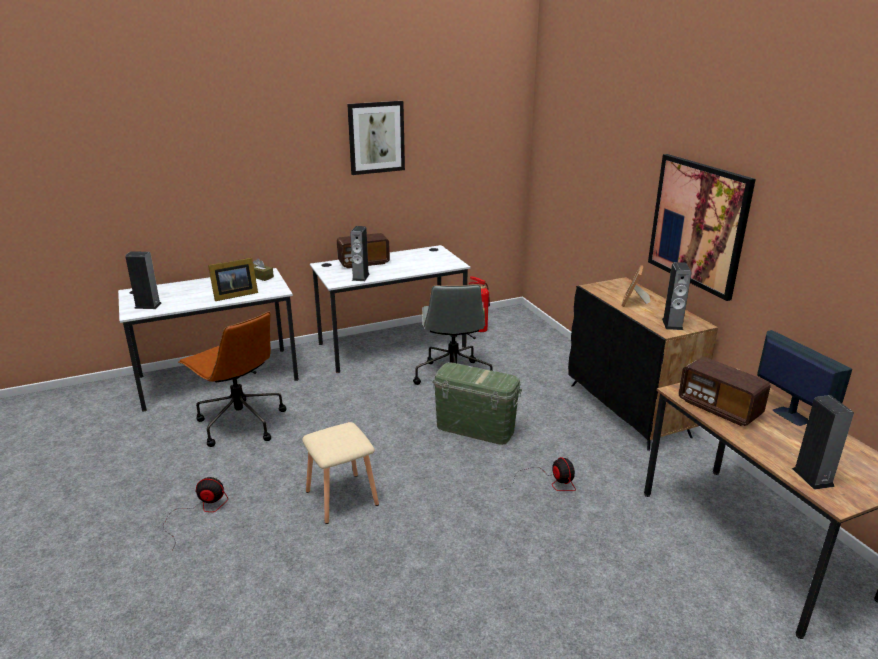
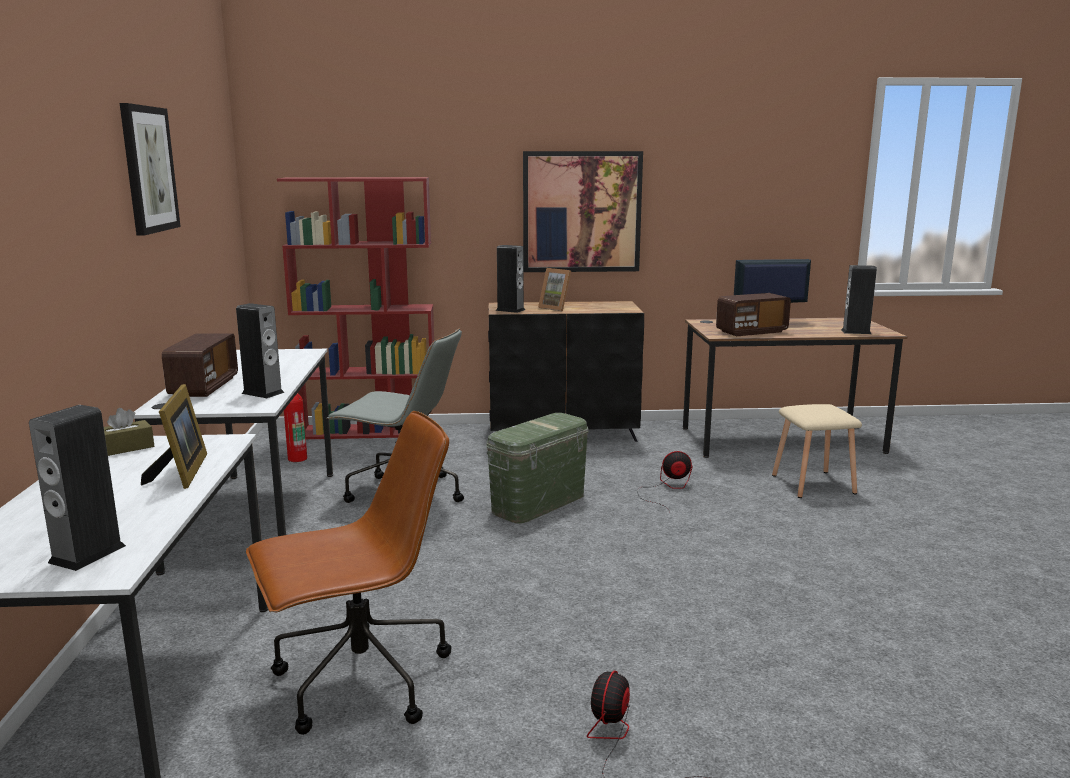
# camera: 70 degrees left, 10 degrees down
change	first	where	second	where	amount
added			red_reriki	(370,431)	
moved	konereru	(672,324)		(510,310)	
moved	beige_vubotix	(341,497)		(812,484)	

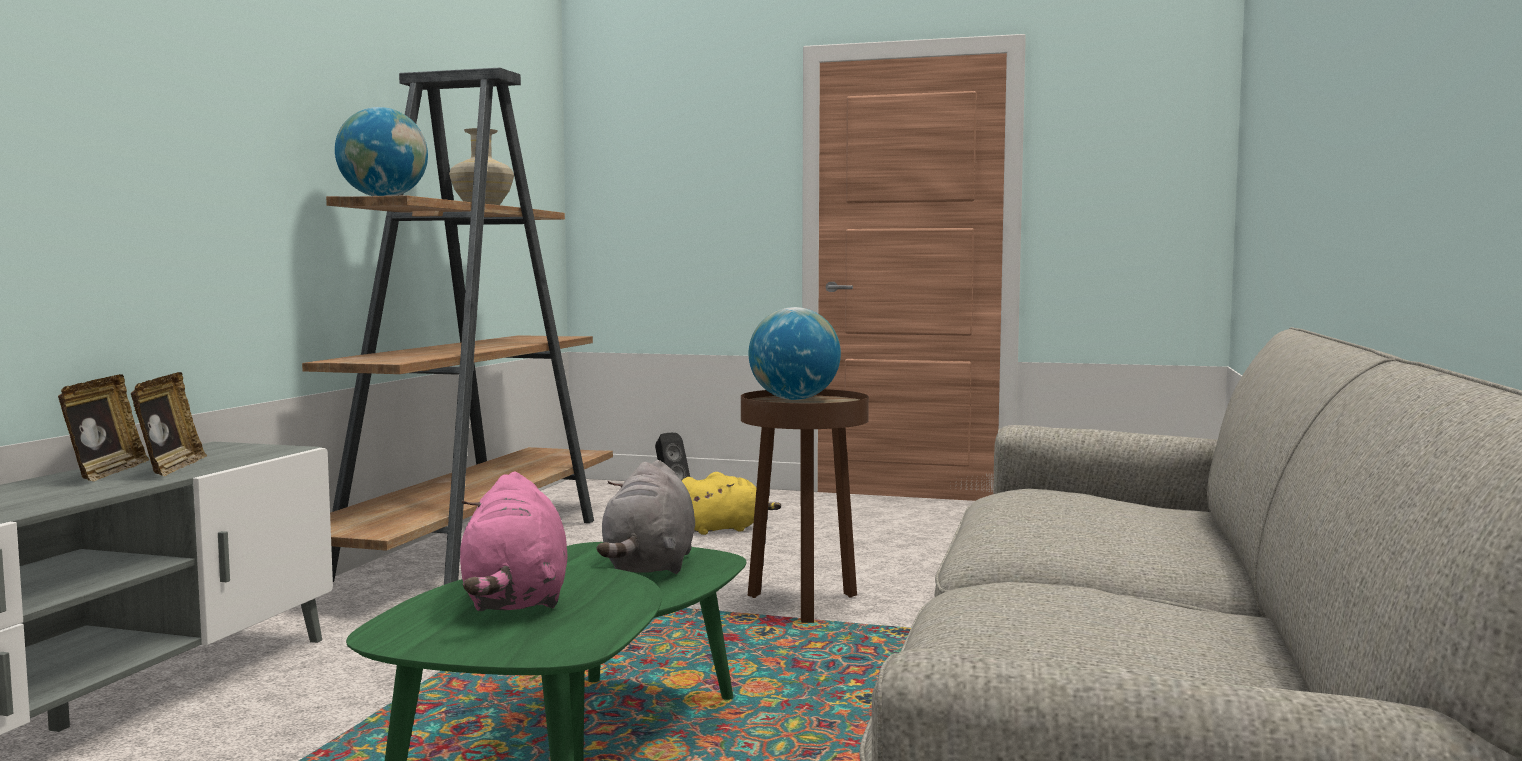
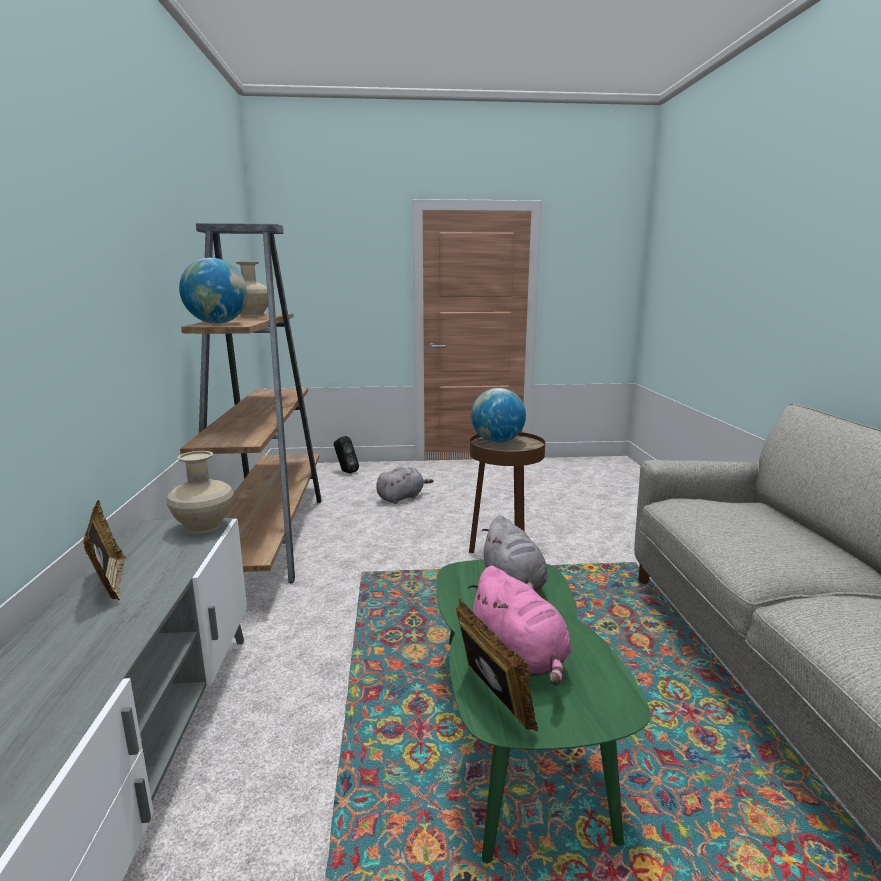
# camera: 20 degrees left, 10 degrees up
change	first	where	second	where	amount
added			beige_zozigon	(203,526)	
recoloured	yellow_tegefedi	(722,529)	grey_tegefedi	(402,497)	
moved	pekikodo	(170,468)		(491,701)	

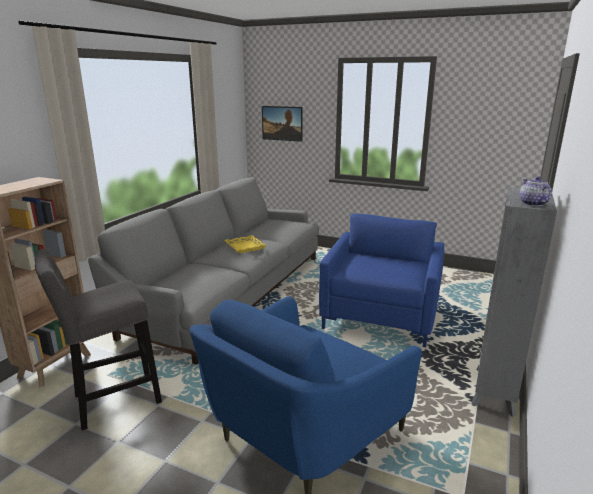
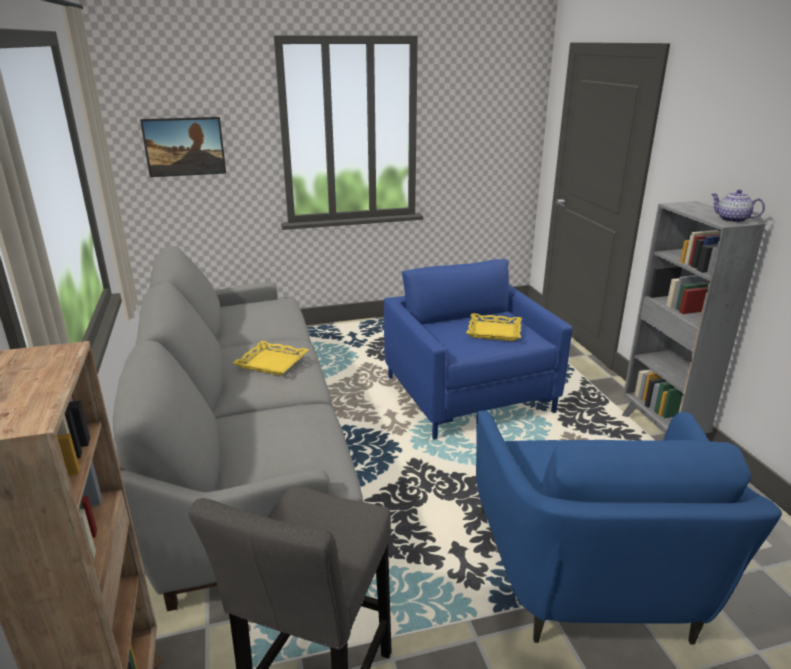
# camera: 40 degrees left, 5 degrees up
change	first	where	second	where	amount
added			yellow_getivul	(494,331)	

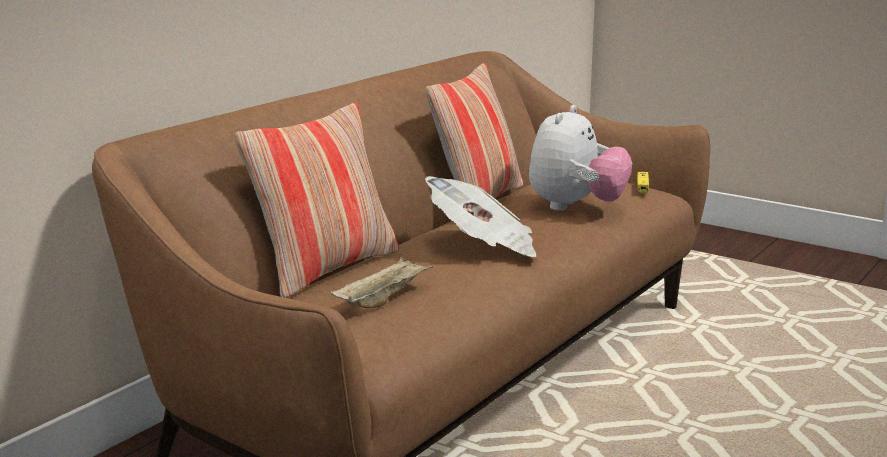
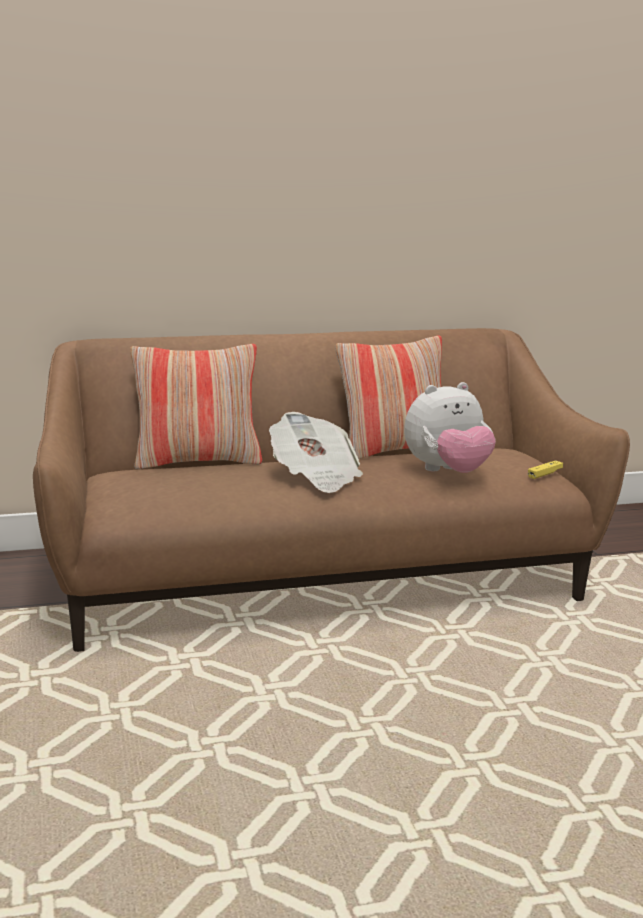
# camera: 40 degrees right, 0 degrees up
change	first	where	second	where	amount
removed	beige_getivul	(383,299)			

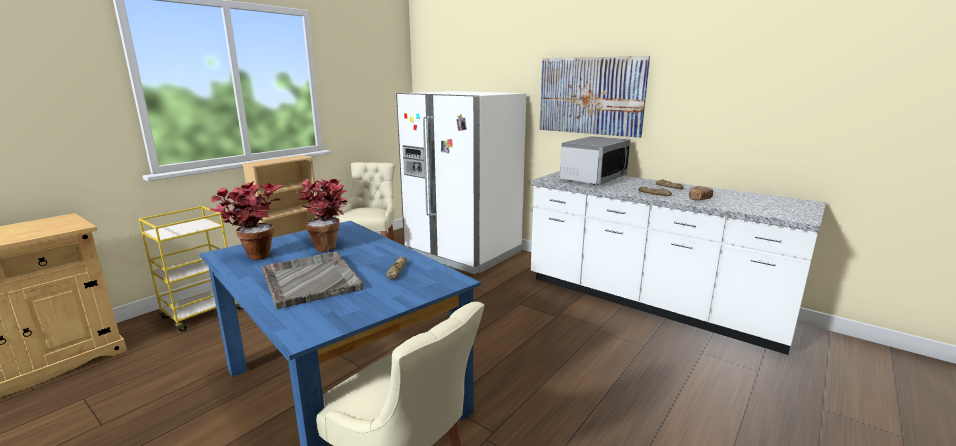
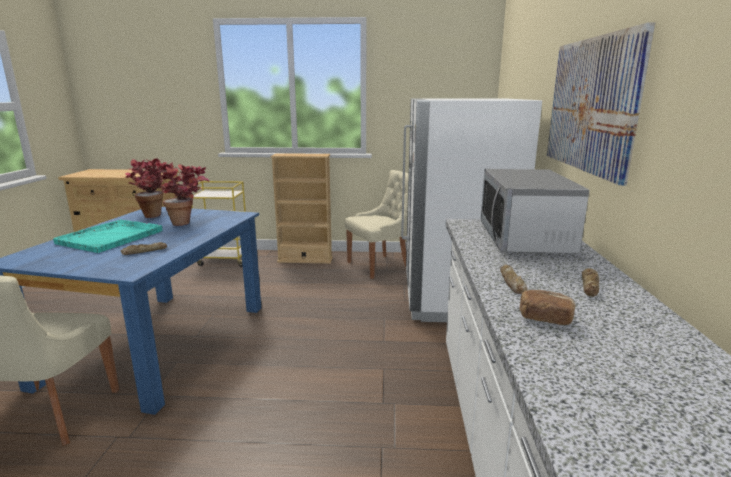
# camera: 55 degrees right, 0 degrees up
change	first	where	second	where	amount
recoloured	grey_getivul	(310,280)	turquoise_getivul	(112,237)	
turned	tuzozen	(593,178)		(525,239)	90 degrees clockwise

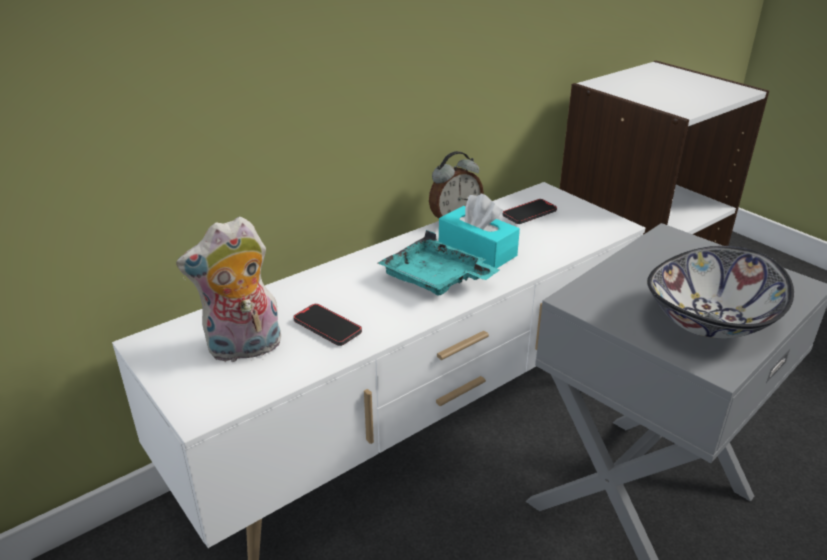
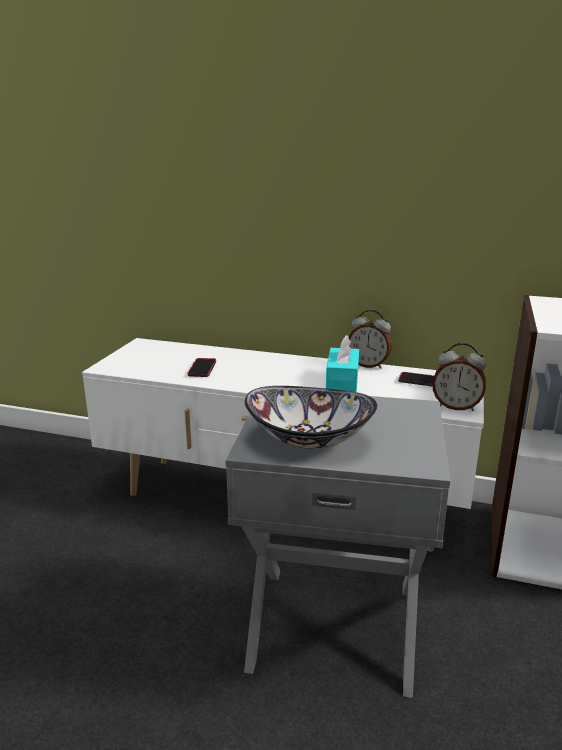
# camera: 55 degrees right, 10 degrees down
change	first	where	second	where	amount
added			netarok	(456,407)	
removed	tegefedi	(244,349)			
removed	turquoise_getivul	(436,279)			

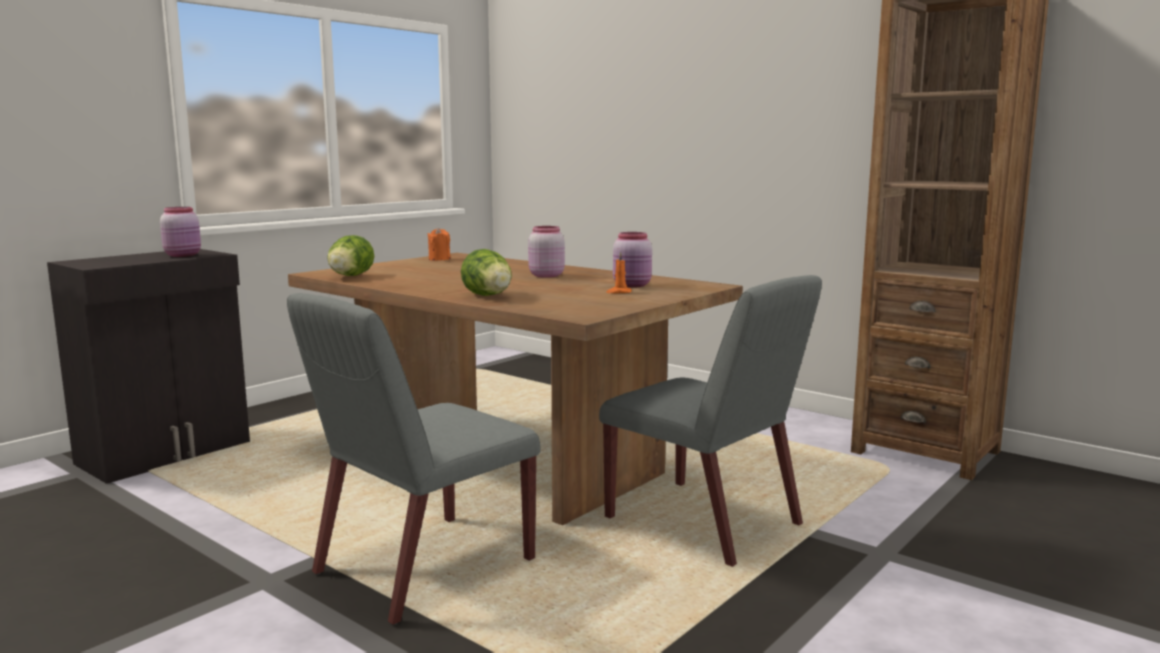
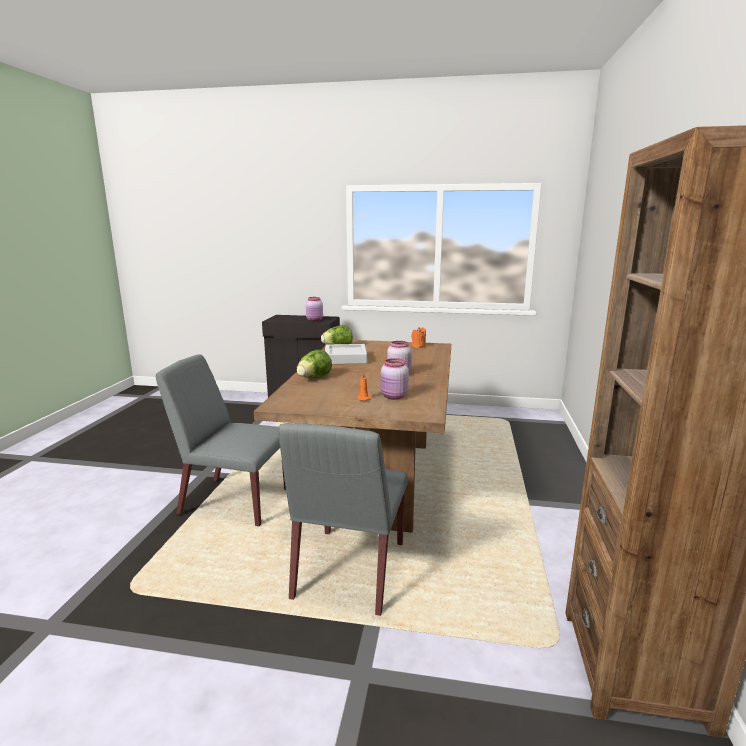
# camera: 60 degrees right, 5 degrees up
change	first	where	second	where	amount
added			grey_getivul	(345,358)	

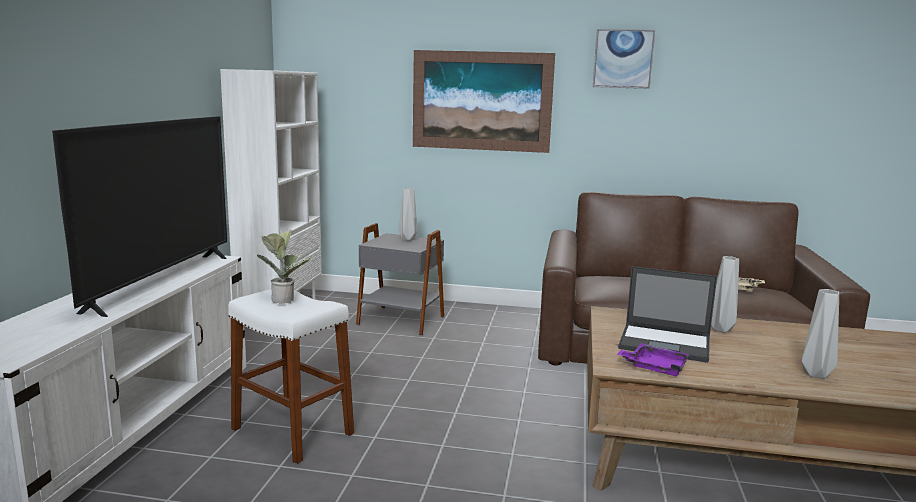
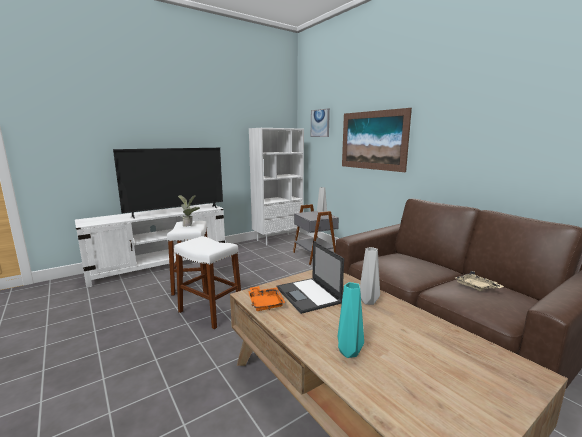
# camera: 45 degrees right, 0 degrees up
change	first	where	second	where	amount
added			white_vubotix	(210,312)	
recoloured	purple_getivul	(654,367)	orange_getivul	(265,303)	
moved	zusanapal	(623,59)		(320,123)	
recoloured	grey_zozigon	(817,375)	turquoise_zozigon	(349,353)	

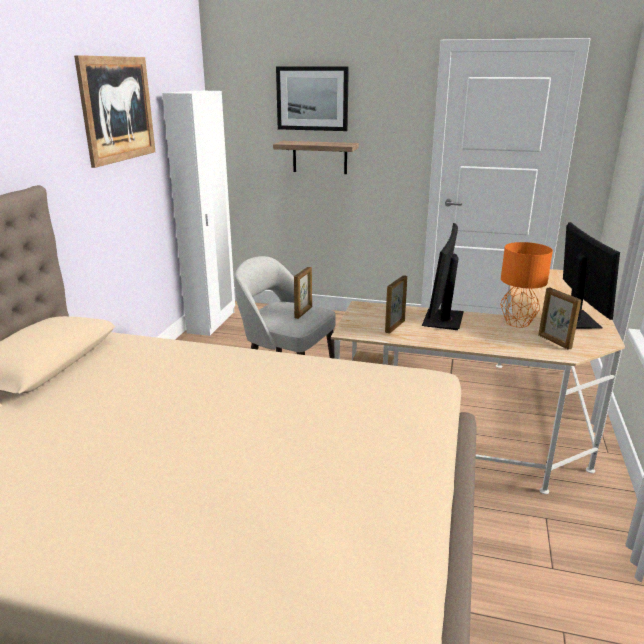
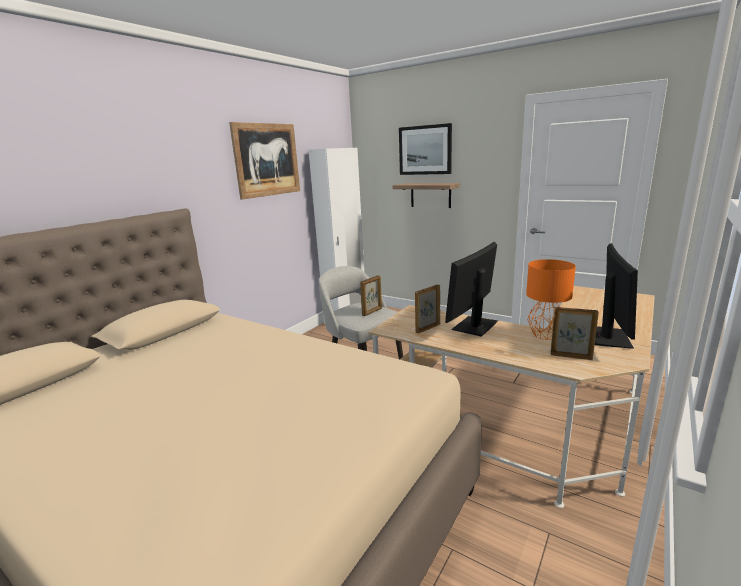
# camera: 20 degrees right, 5 degrees down
change	first	where	second	where	amount
turned	pekikodo	(554,342)		(570,356)	120 degrees clockwise

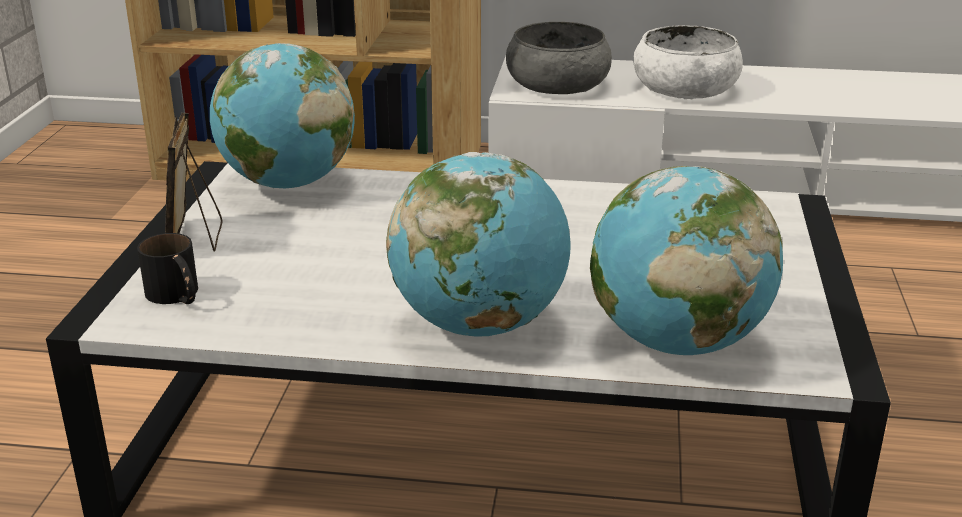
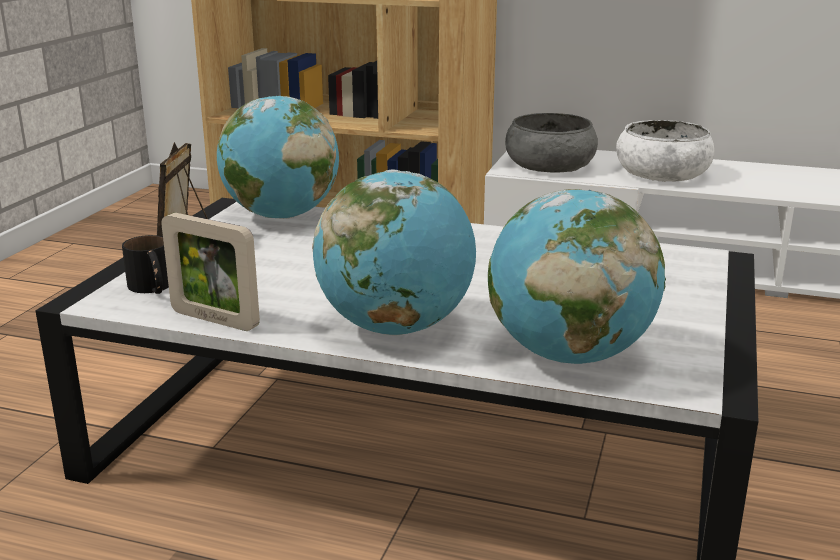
# camera: 10 degrees right, 5 degrees down
change	first	where	second	where	amount
added			pekikodo	(215,319)	

